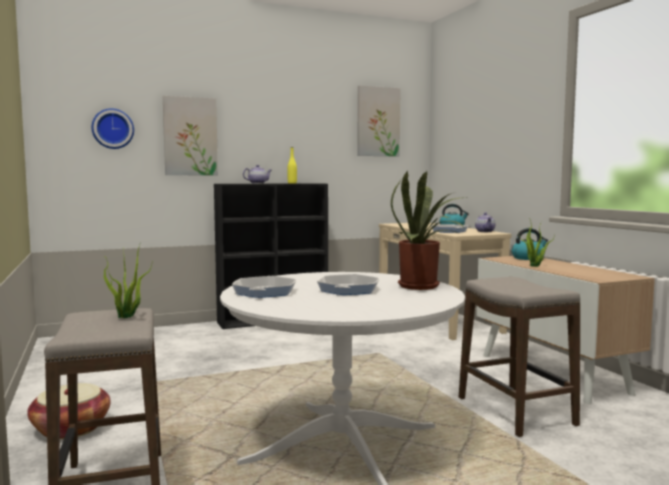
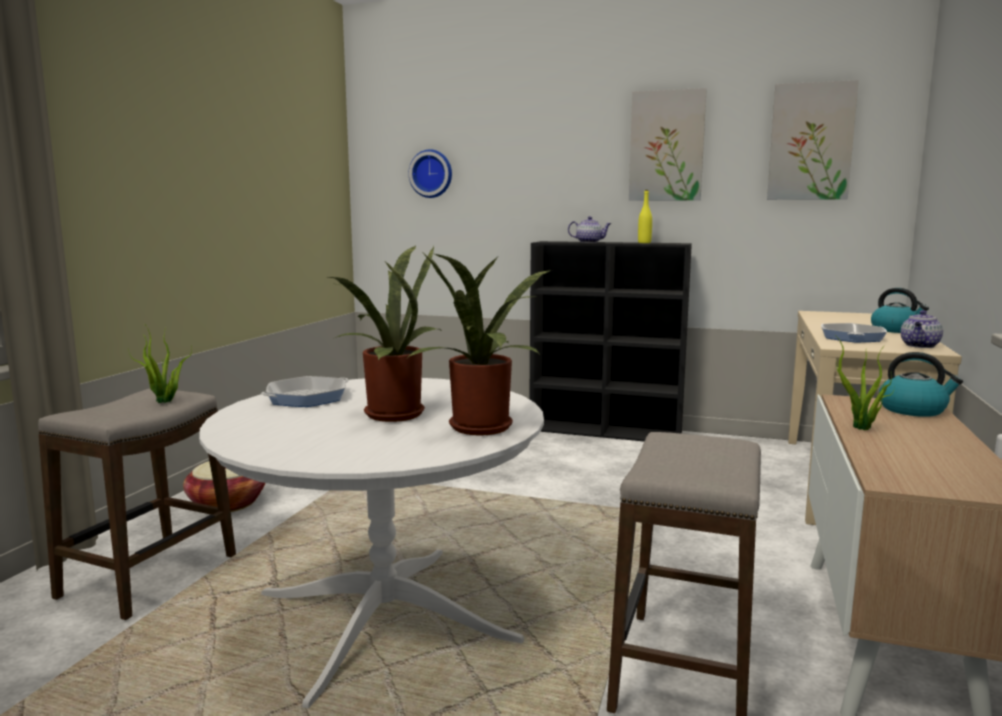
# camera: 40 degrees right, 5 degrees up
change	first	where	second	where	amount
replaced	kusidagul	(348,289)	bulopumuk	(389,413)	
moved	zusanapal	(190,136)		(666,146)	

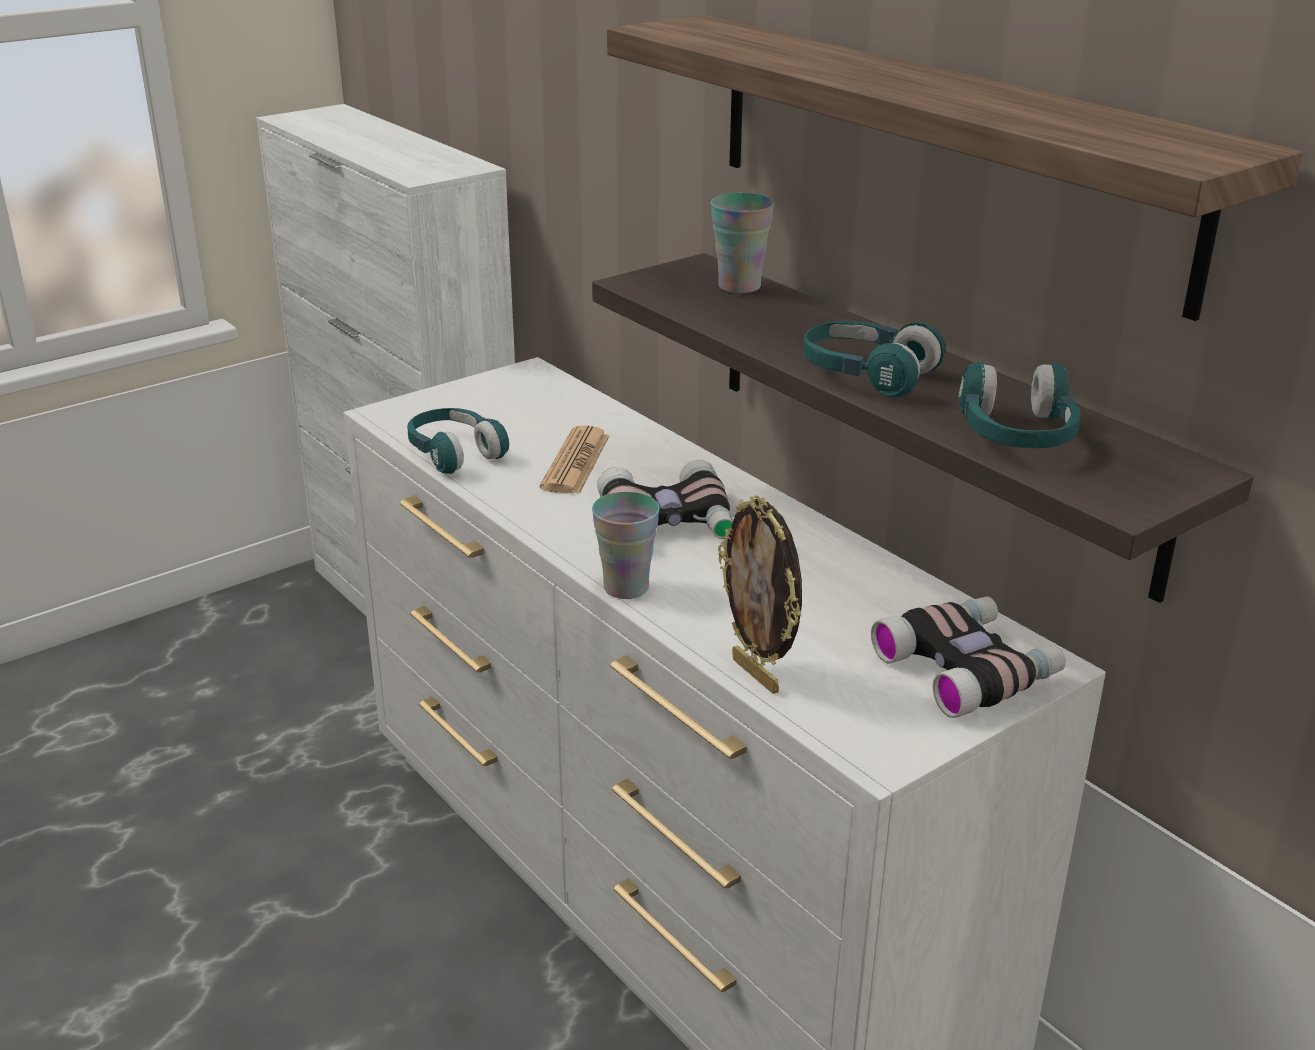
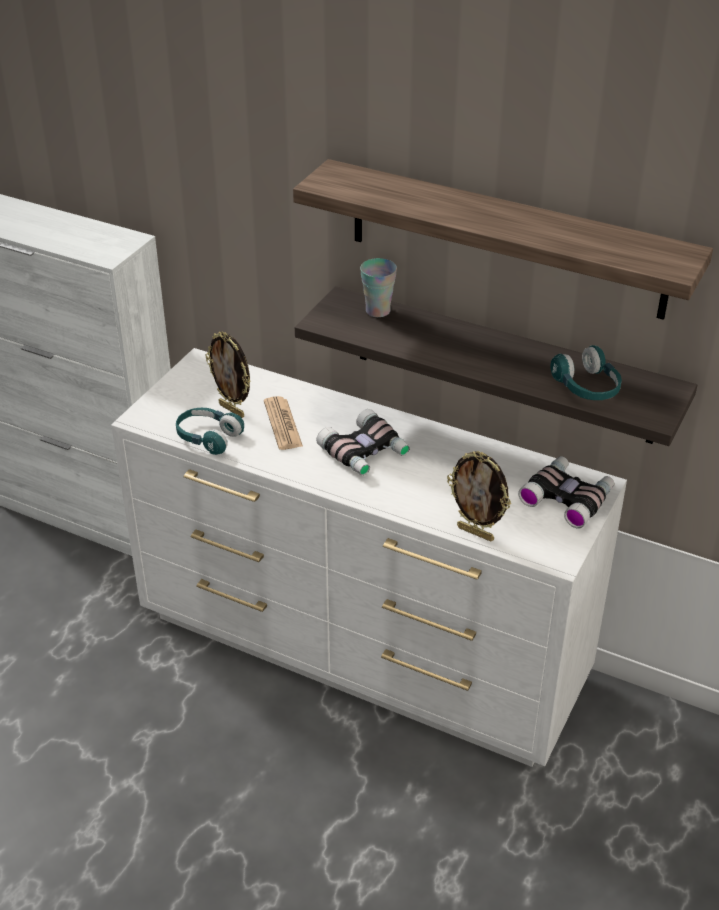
# camera: 25 degrees left, 10 degrees up
change	first	where	second	where	amount
added			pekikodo	(232,410)	
removed	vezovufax	(626,588)			
removed	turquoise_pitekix	(867,376)			

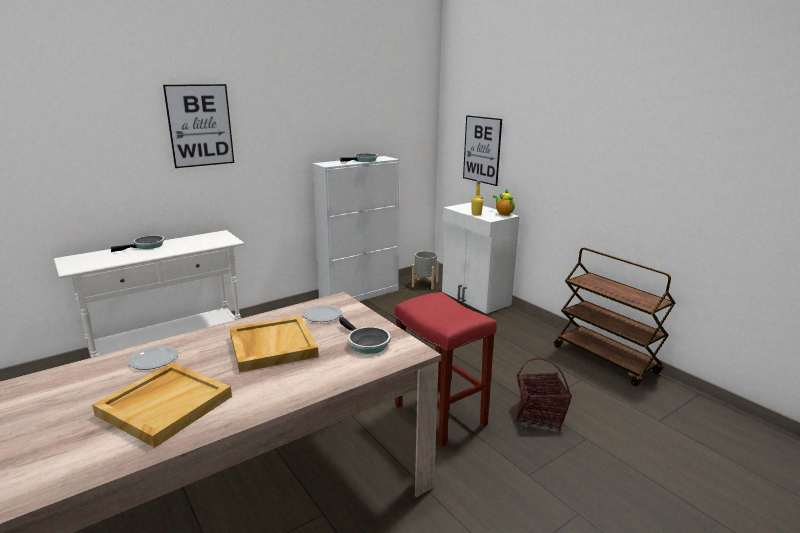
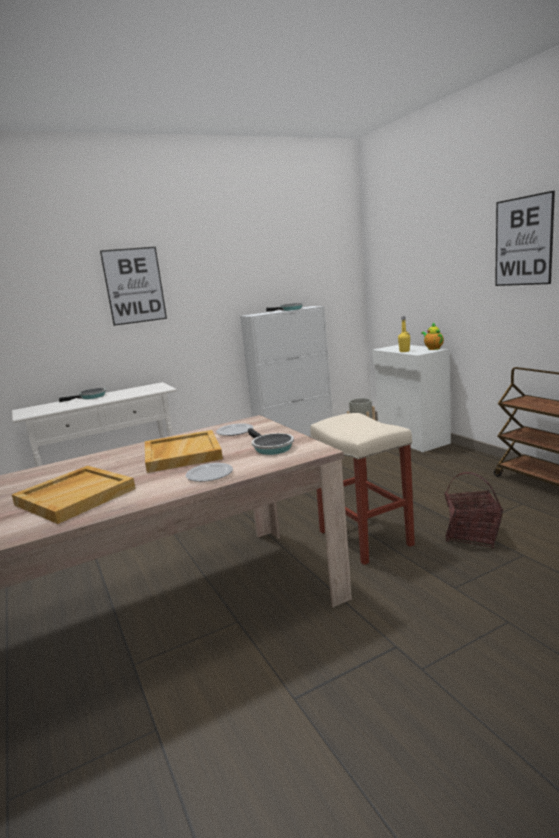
# camera: 10 degrees right, 5 degrees down
change	first	where	second	where	amount
moved	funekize	(153,360)		(209,475)	
recoloured	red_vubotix	(441,415)	beige_vubotix	(366,538)	
moved	zusanapal	(482,150)		(523,241)	

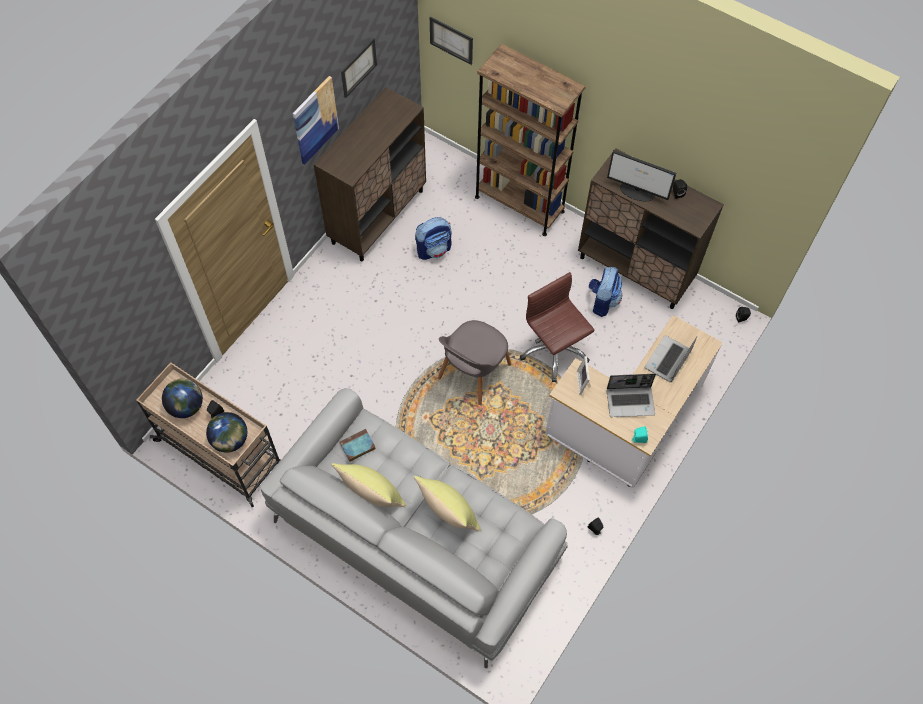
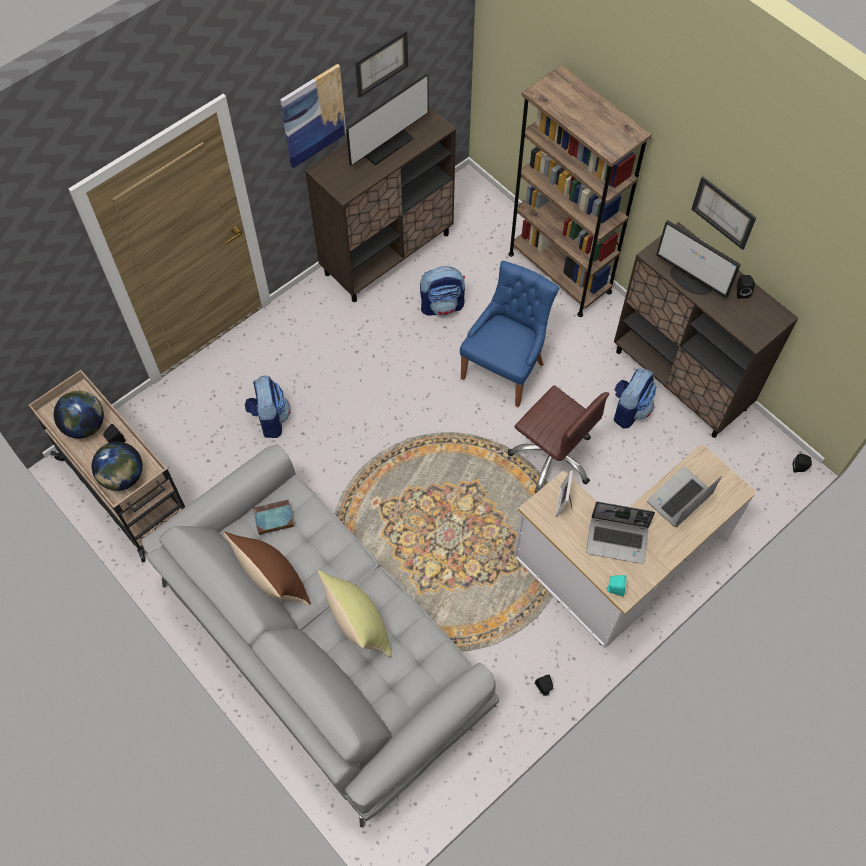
# camera: 15 degrees right, 0 degrees up
change	first	where	second	where	amount
recoloured	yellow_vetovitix	(371,495)	brown_vetovitix	(272,580)	
added			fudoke	(270,419)	
added			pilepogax	(386,145)	
added			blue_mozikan	(505,369)	
turned	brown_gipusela	(553,350)		(553,457)	150 degrees clockwise
moved	zusanapal	(451,40)		(723,212)	
removed	grey_mozikan	(473,373)			

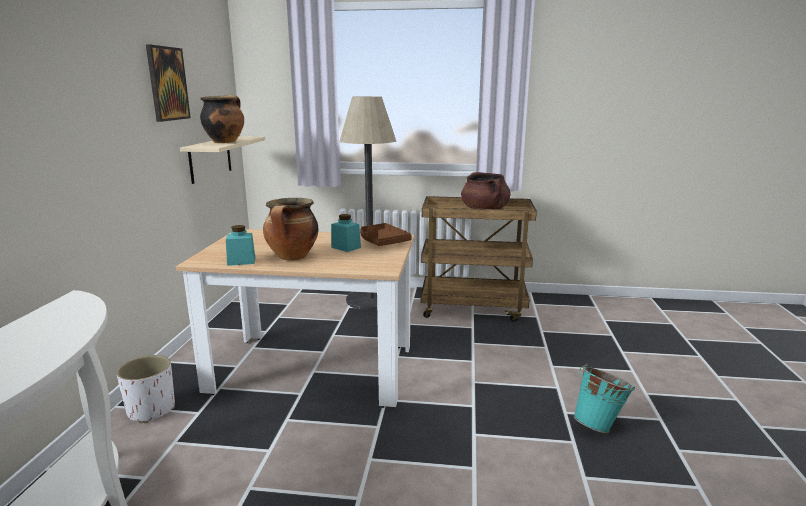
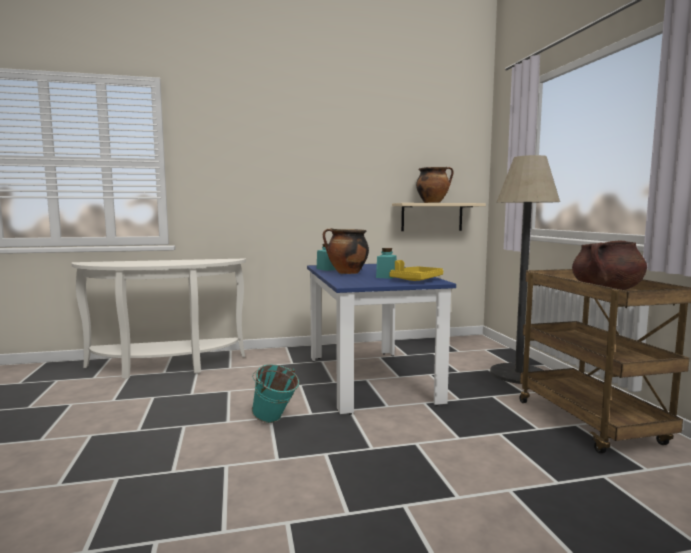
# camera: 70 degrees right, 10 degrees down
change	first	where	second	where	amount
moved	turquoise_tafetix	(599,425)		(275,421)	
recoloured	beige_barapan	(313,369)	blue_barapan	(370,378)	
recoloured	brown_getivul	(382,242)	yellow_getivul	(416,280)	
removed	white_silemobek	(151,410)			
removed	zusanapal	(167,84)			

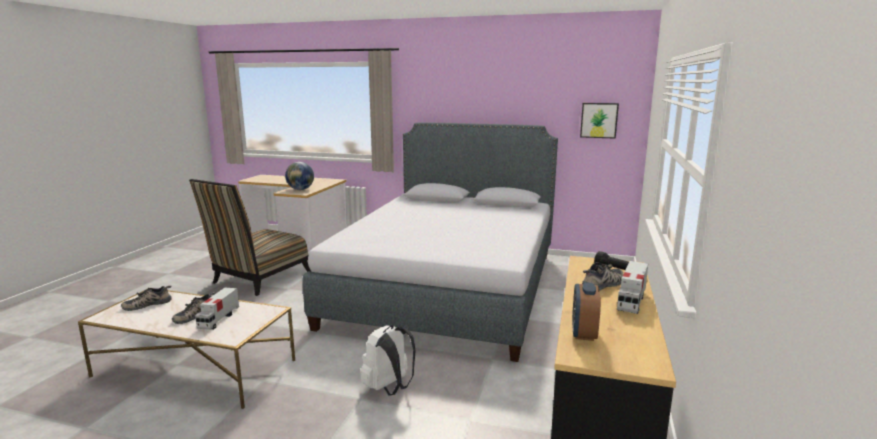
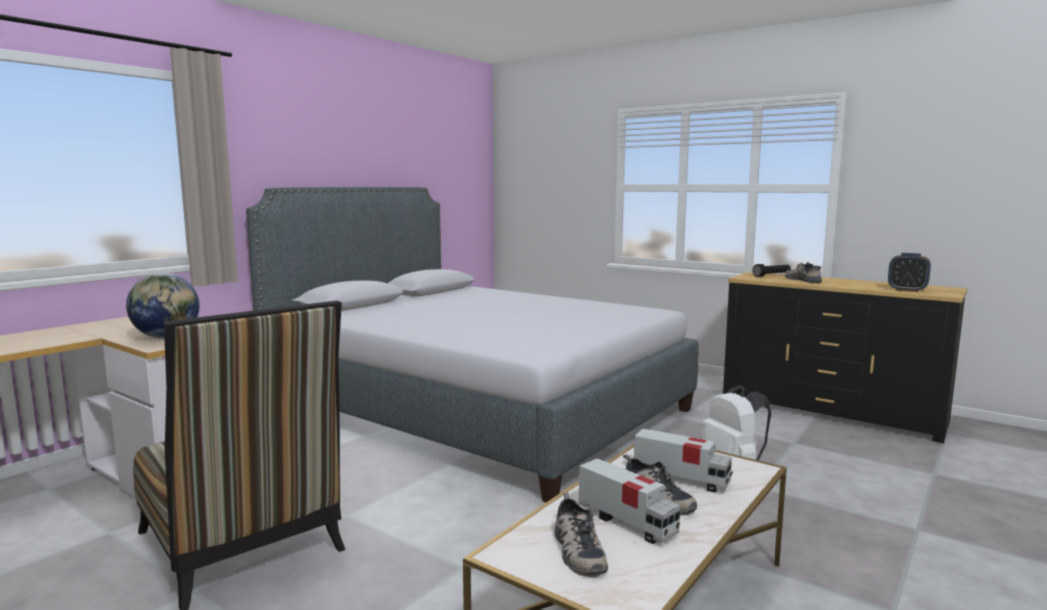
# camera: 70 degrees left, 5 degrees down
change	first	where	second	where	amount
moved	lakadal	(631,301)		(627,522)	
removed	zusanapal	(599,120)			

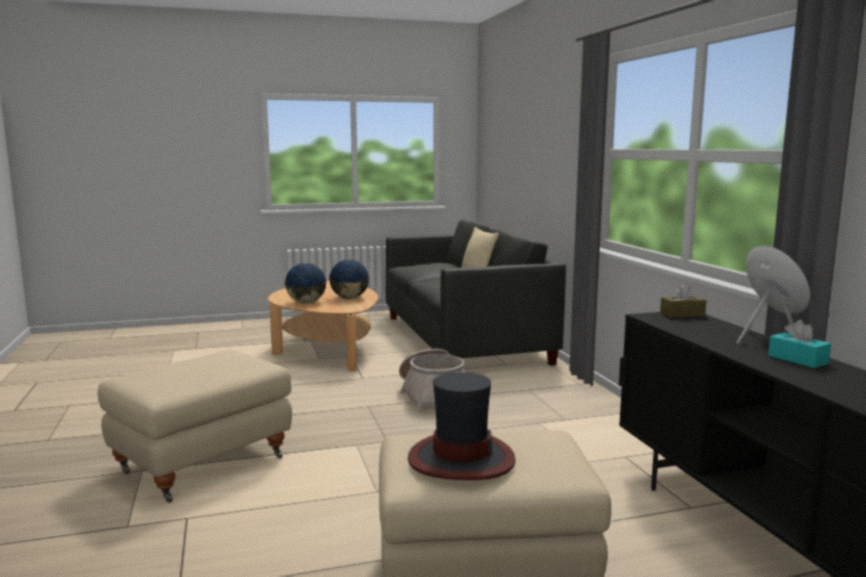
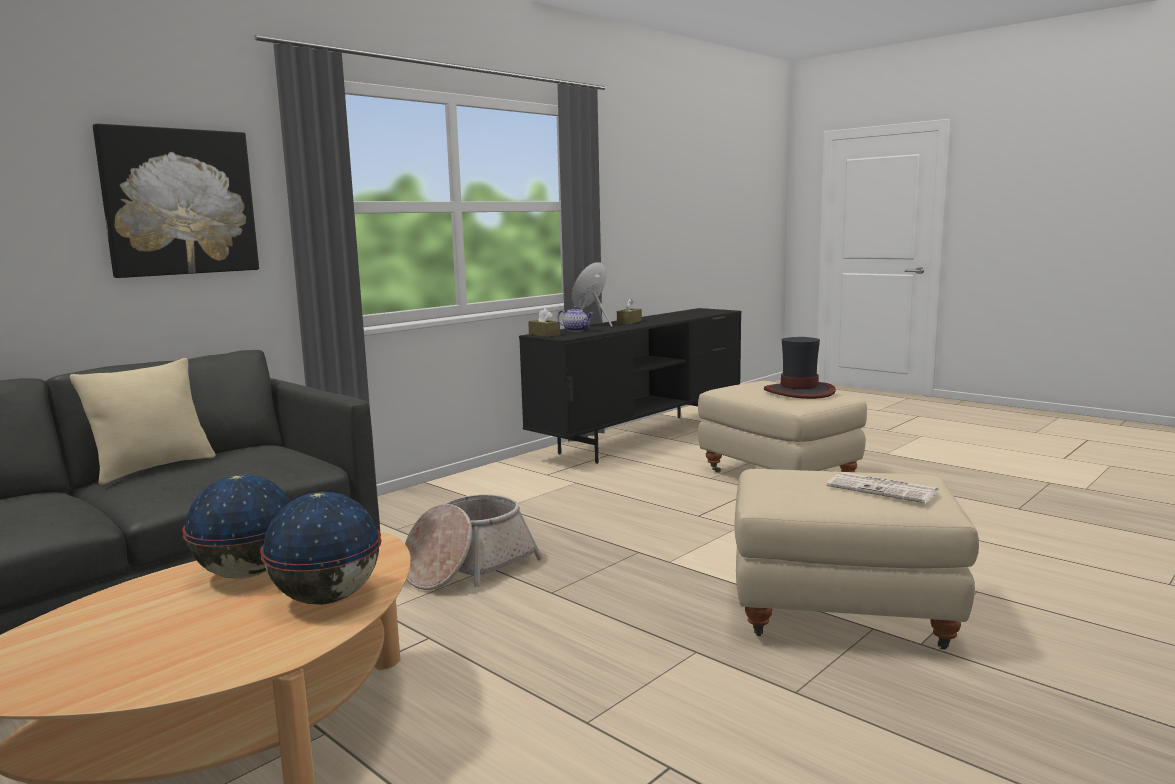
# camera: 120 degrees left, 0 degrees up
change	first	where	second	where	amount
added			zusanapal	(179,202)	
added			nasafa	(576,330)	
recoloured	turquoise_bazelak	(797,359)	brown_bazelak	(629,322)	
added			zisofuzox	(884,489)	

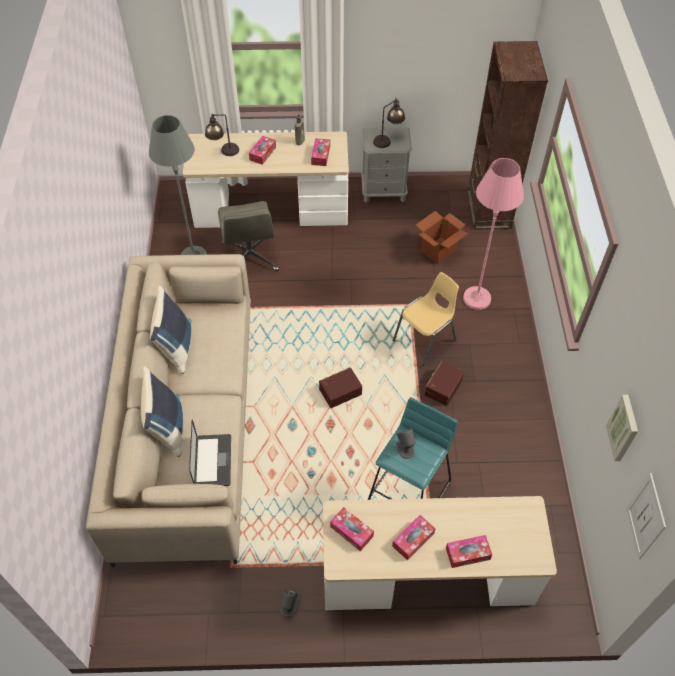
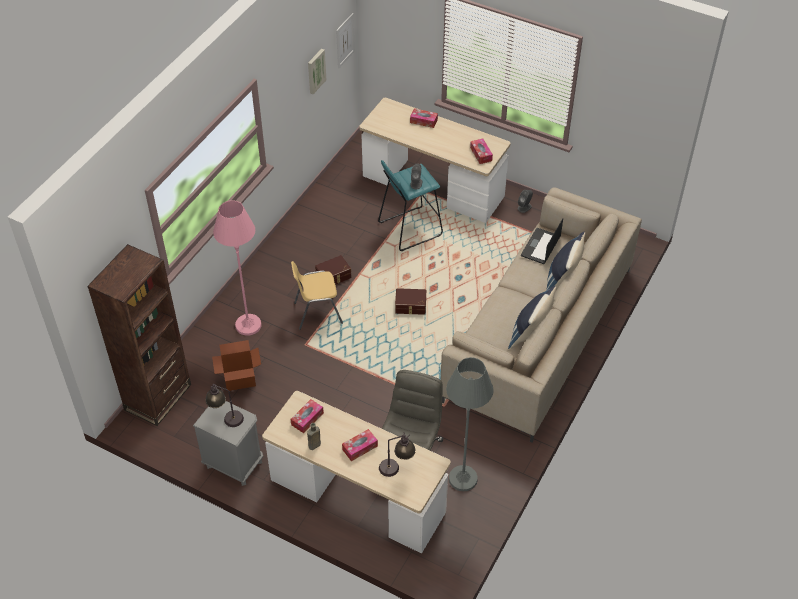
# camera: 150 degrees left, 5 degrees down
change	first	where	second	where	amount
removed	bazelak	(413,540)			

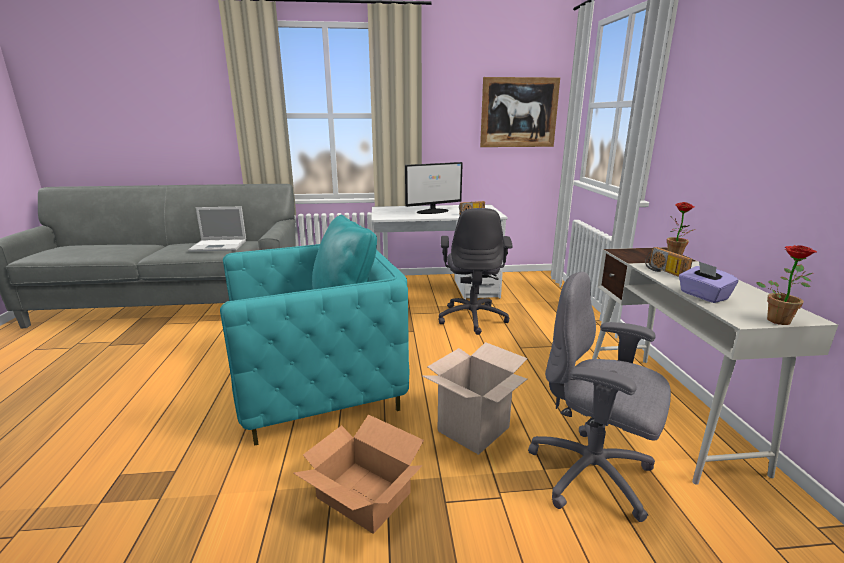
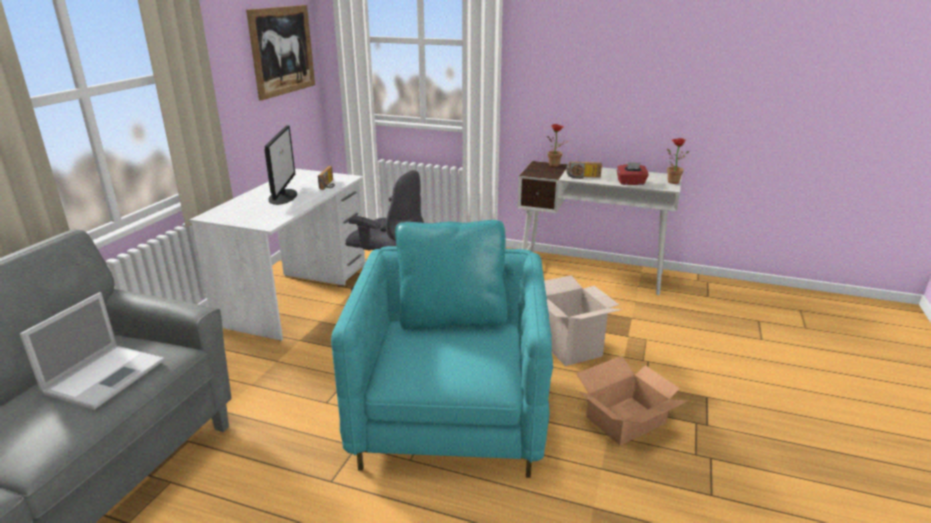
# camera: 65 degrees left, 5 degrees up
change	first	where	second	where	amount
recoloured	purple_bazelak	(703,296)	red_bazelak	(631,183)	
removed	grey_gipusela	(592,475)			

